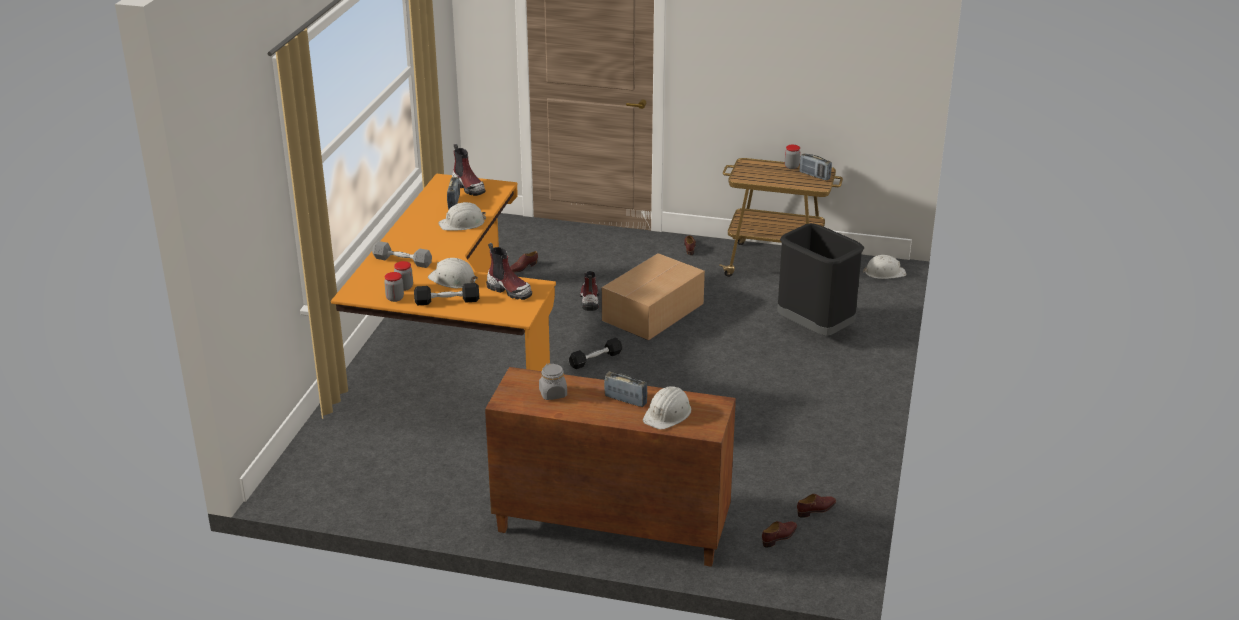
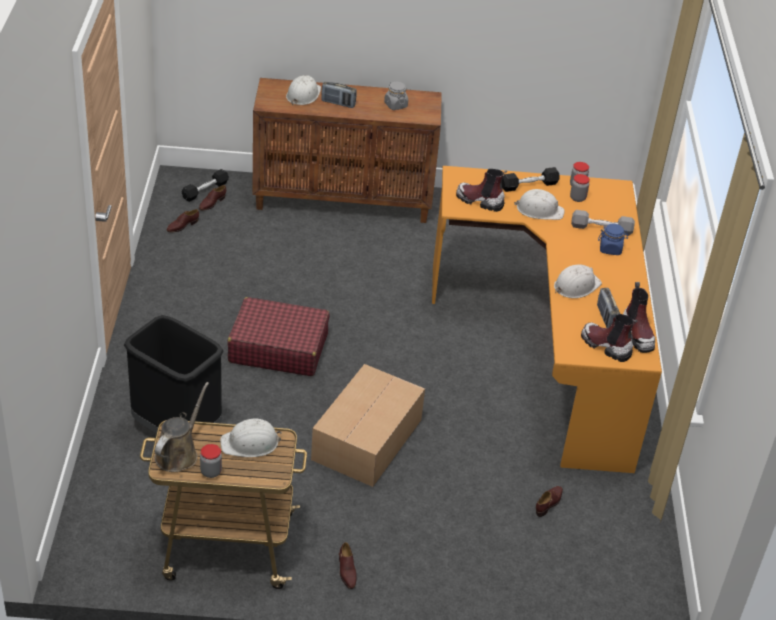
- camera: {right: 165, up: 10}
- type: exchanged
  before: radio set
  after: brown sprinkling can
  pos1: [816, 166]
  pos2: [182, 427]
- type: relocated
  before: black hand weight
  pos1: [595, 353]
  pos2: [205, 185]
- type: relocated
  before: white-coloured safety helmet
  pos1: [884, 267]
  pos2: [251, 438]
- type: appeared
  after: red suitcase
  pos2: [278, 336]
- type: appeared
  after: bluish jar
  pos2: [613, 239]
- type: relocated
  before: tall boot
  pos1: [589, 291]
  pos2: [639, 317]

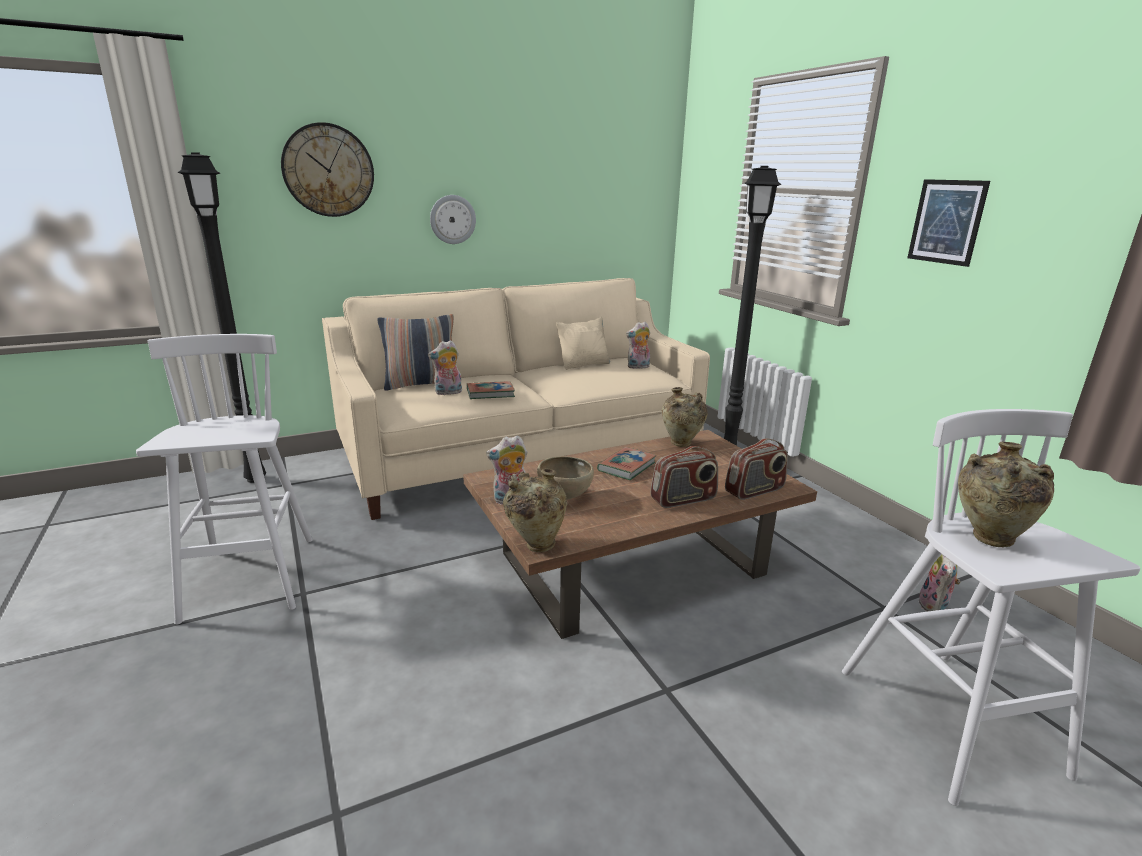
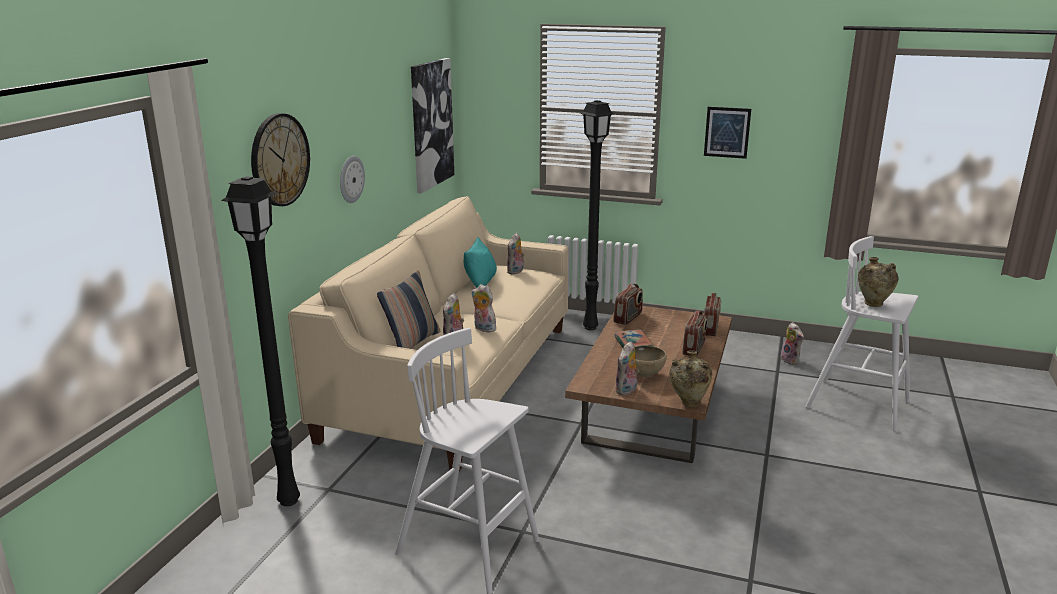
- camera: {right: -45, up: 0}
- type: appeared
  after: wall art
  pos2: [432, 125]
- type: colour
  before: beige throw pillow
  after: blue-green throw pillow
  pos1: [583, 343]
  pos2: [480, 262]
- type: exchanged
  before: volume
  after: plush toy
  pos1: [491, 390]
  pos2: [484, 308]
- type: exchanged
  before: beige decorative vase
  after: radio set
  pos1: [684, 417]
  pos2: [628, 304]

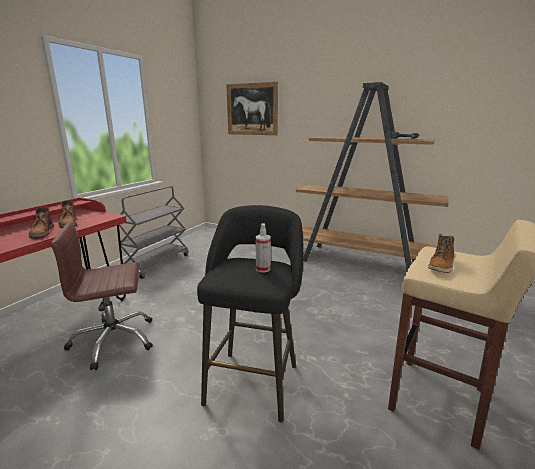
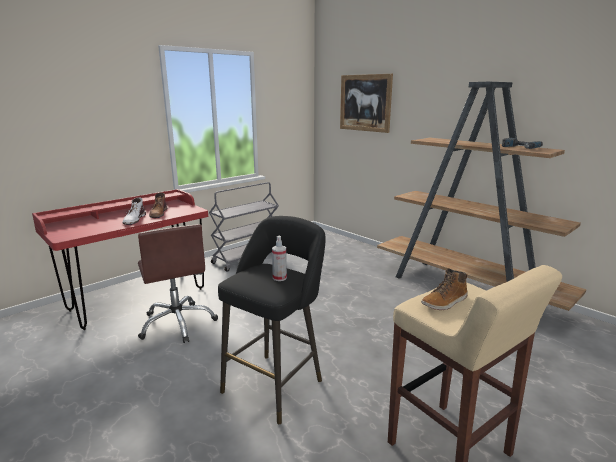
- camera: {right: 20, up: 0}
- type: colour
  before: brown tall boot
  after: white-coloured tall boot
  pos1: [41, 223]
  pos2: [134, 211]
- type: spun
  before: brown desk chair
  pos1: [101, 296]
  pos2: [178, 283]
  turn: -120

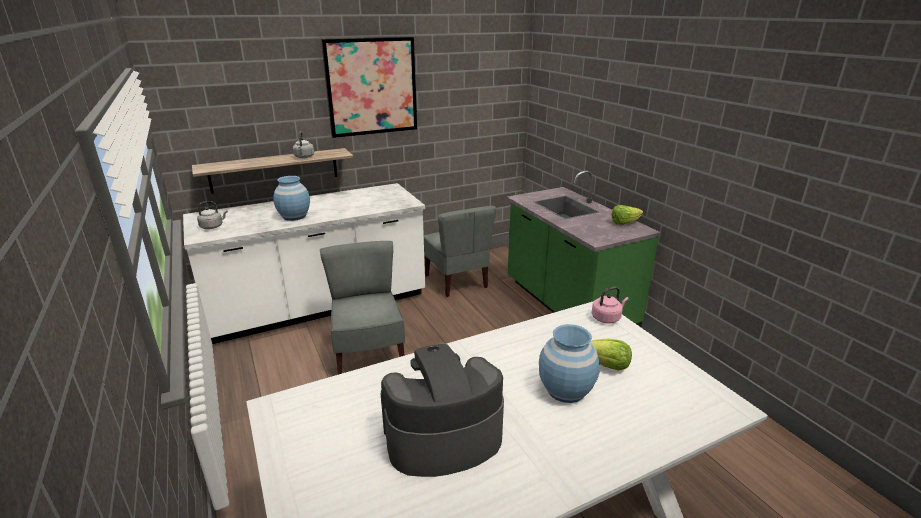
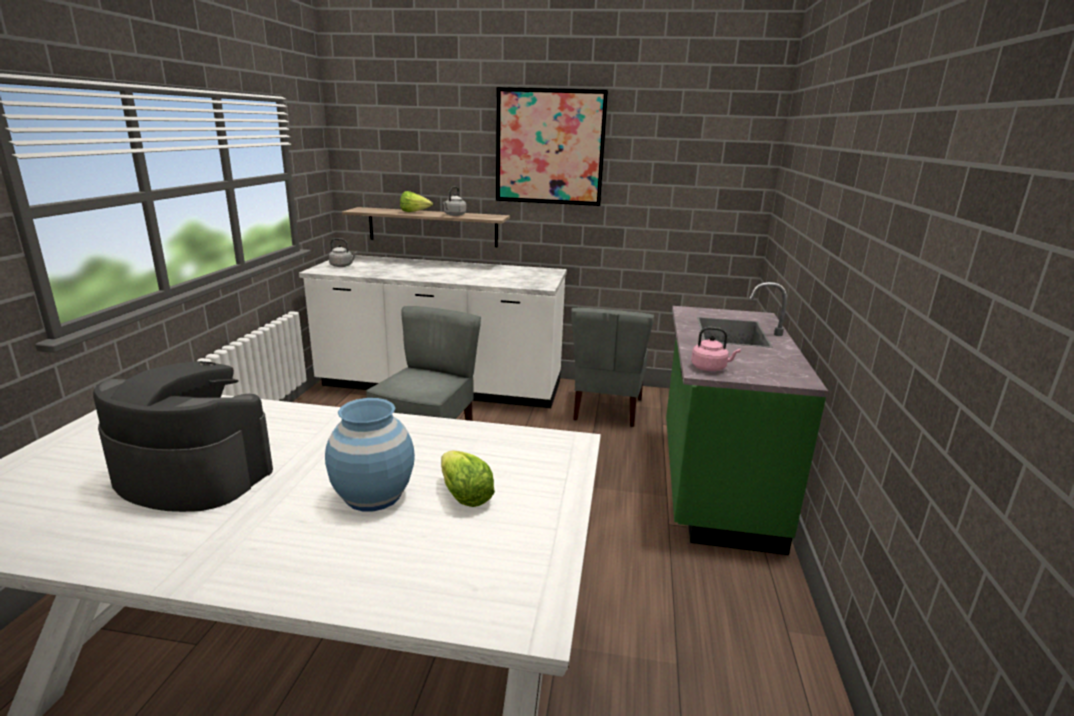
- camera: {right: 35, up: -5}
- type: relocated
  before: head of lettuce
  pos1: [627, 215]
  pos2: [416, 201]
- type: relocated
  before: pink-coloured tea kettle
  pos1: [610, 305]
  pos2: [716, 349]
- type: missing
  before: bluish decorative vase
  pos1: [291, 198]

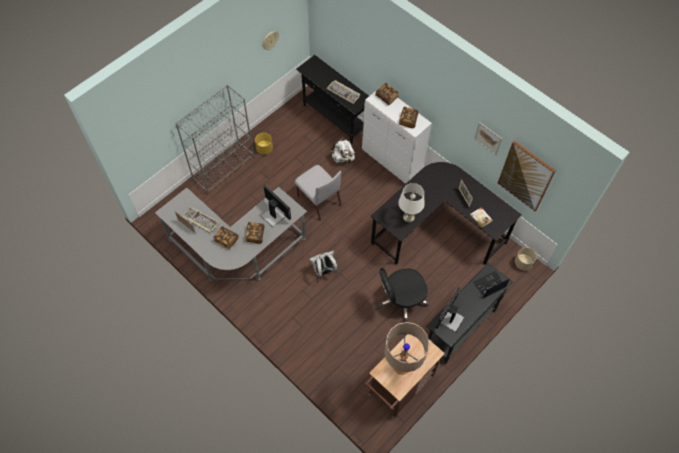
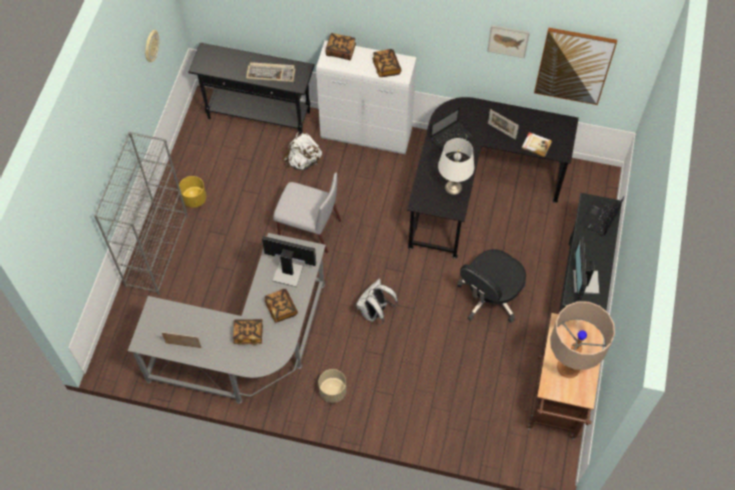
- camera: {right: -30, up: 0}
- type: relocated
  before: beige plant pot
  pos1: [526, 258]
  pos2: [332, 386]
- type: appeared
  after: portable computer
  pos2: [451, 129]
- type: missing
  before: keyboard
  pos1: [201, 219]

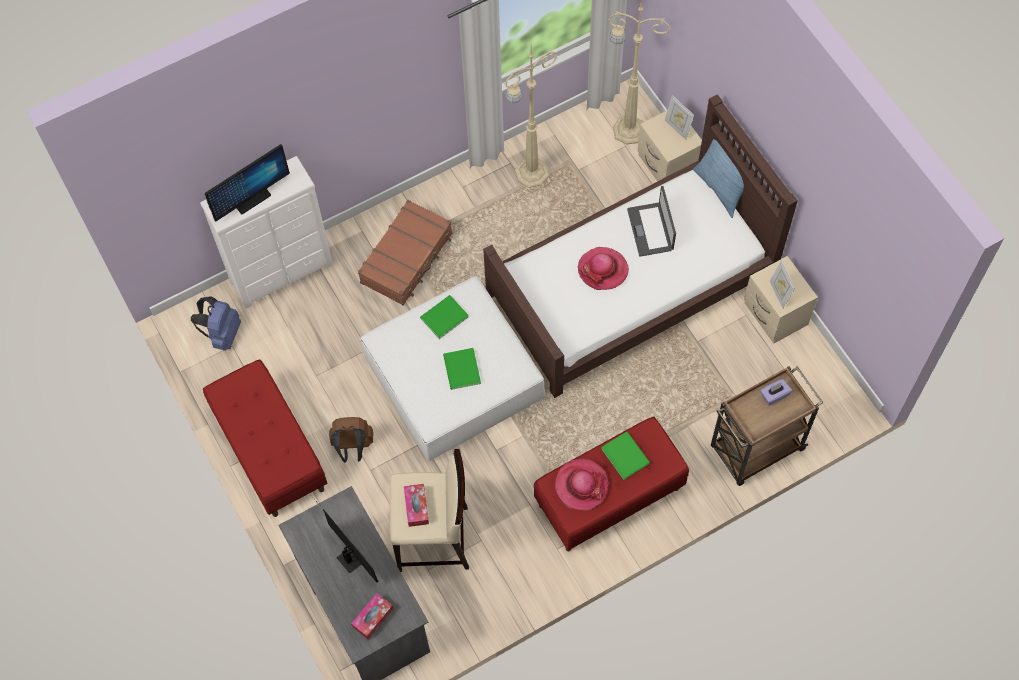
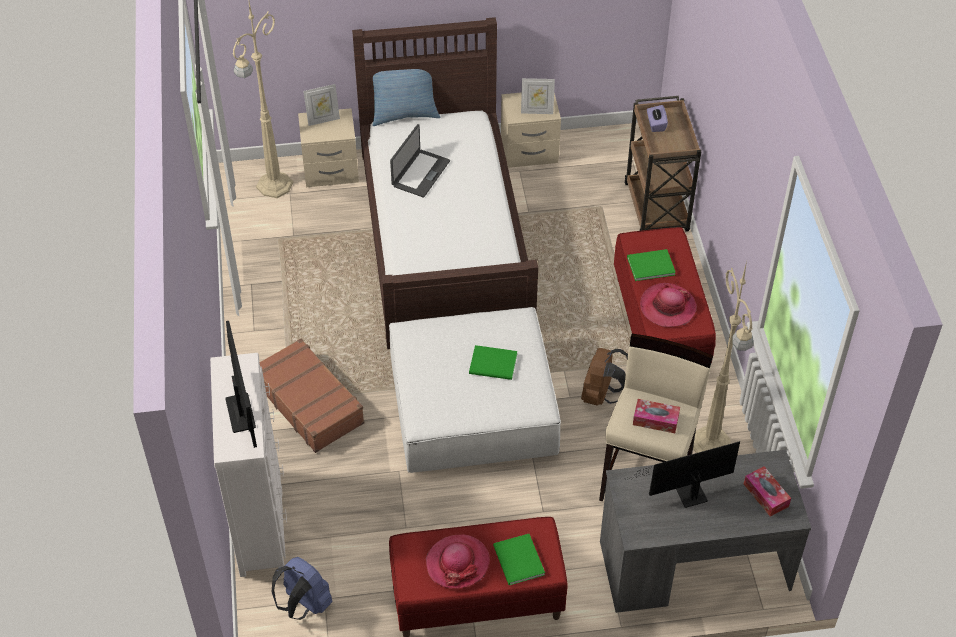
- camera: {right: -70, up: -15}
- type: spun
  before: portable computer
  pos1: [651, 221]
  pos2: [420, 161]
  turn: -75
- type: relocated
  before: clothing hat
  pos1: [603, 268]
  pos2: [458, 562]
- type: relocated
  before: green-coloured volume
  pos1: [444, 317]
  pos2: [519, 559]
- type: relocated
  before: brown rucksack
  pos1: [351, 439]
  pos2: [604, 377]
- type: relocated
  before: beige floor lamp
  pos1: [531, 116]
  pos2: [723, 357]

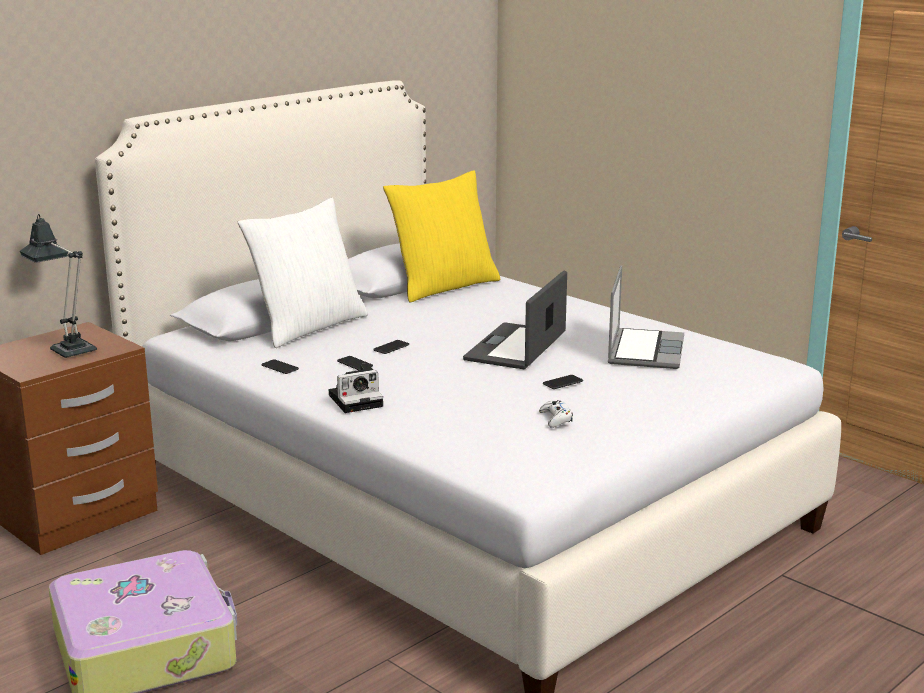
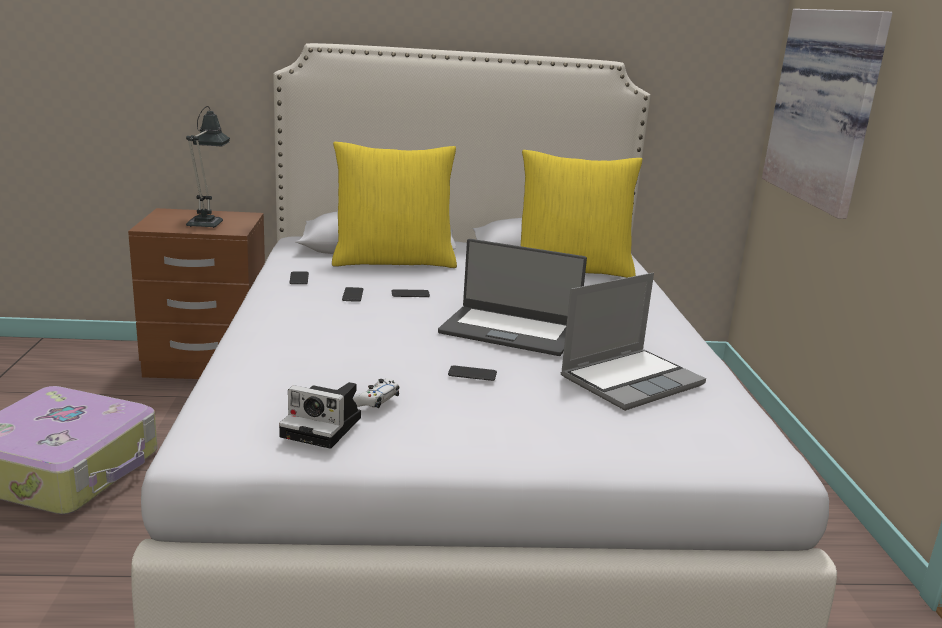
- camera: {right: 40, up: 0}
- type: relocated
  before: photo camera
  pos1: [356, 388]
  pos2: [320, 415]
- type: colour
  before: white-coloured throw pillow
  after: yellow throw pillow
  pos1: [303, 272]
  pos2: [394, 205]
- type: spun
  before: portable computer
  pos1: [515, 320]
  pos2: [512, 297]
  turn: -135
- type: appeared
  after: wall art
  pos2: [827, 114]

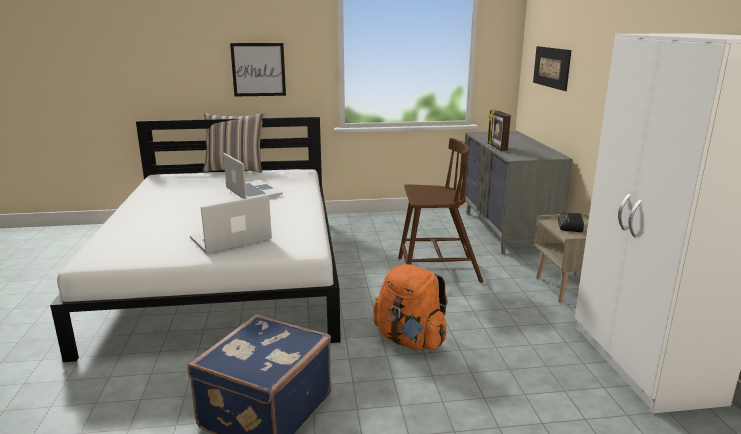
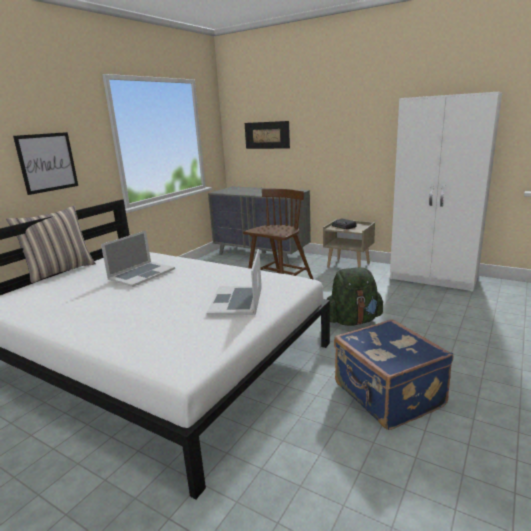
- camera: {right: -50, up: 0}
- type: spun
  before: portable computer
  pos1: [253, 176]
  pos2: [138, 259]
  turn: 120
- type: colour
  before: orange-coloured rucksack
  after: green-coloured rucksack
  pos1: [410, 307]
  pos2: [355, 296]
- type: missing
  before: standing frame
  pos1: [499, 130]

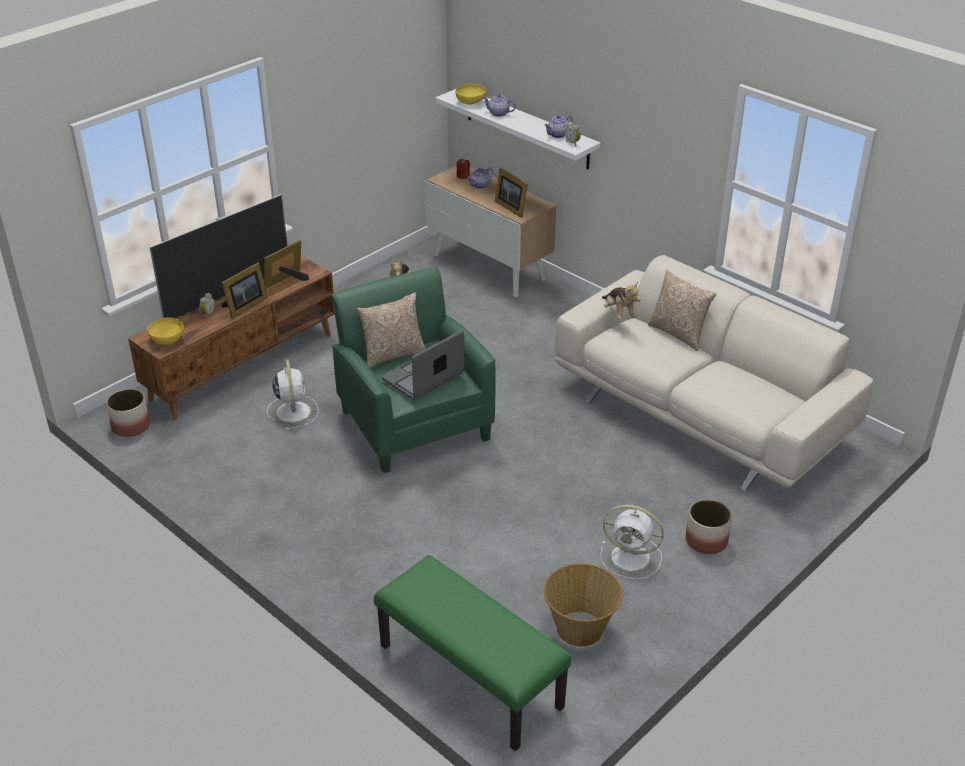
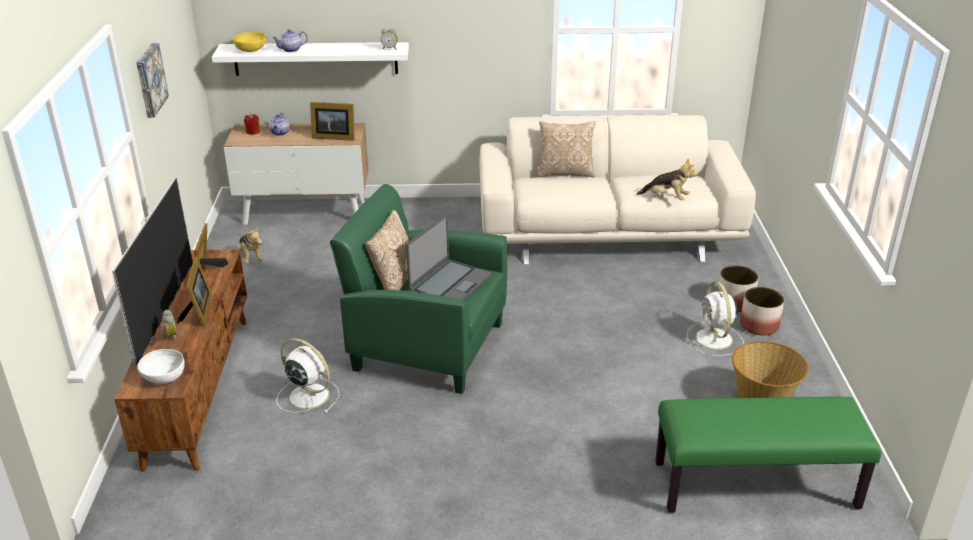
- camera: {right: -45, up: -5}
- type: appeared
  after: wall art
  pos2: [152, 80]
- type: colour
  before: yellow bowl
  after: white-coloured bowl
  pos1: [165, 331]
  pos2: [161, 366]
- type: spun
  before: portable computer
  pos1: [423, 365]
  pos2: [448, 257]
  turn: -150
- type: relocated
  before: plush toy
  pos1: [621, 301]
  pos2: [667, 179]
- type: spun
  before: white-coloured cooling fan
  pos1: [632, 541]
  pos2: [715, 319]
  turn: 105
- type: relocated
  before: plant pot
  pos1: [128, 413]
  pos2: [762, 311]
- type: missing
  before: pot for tea
  pos1: [559, 126]

